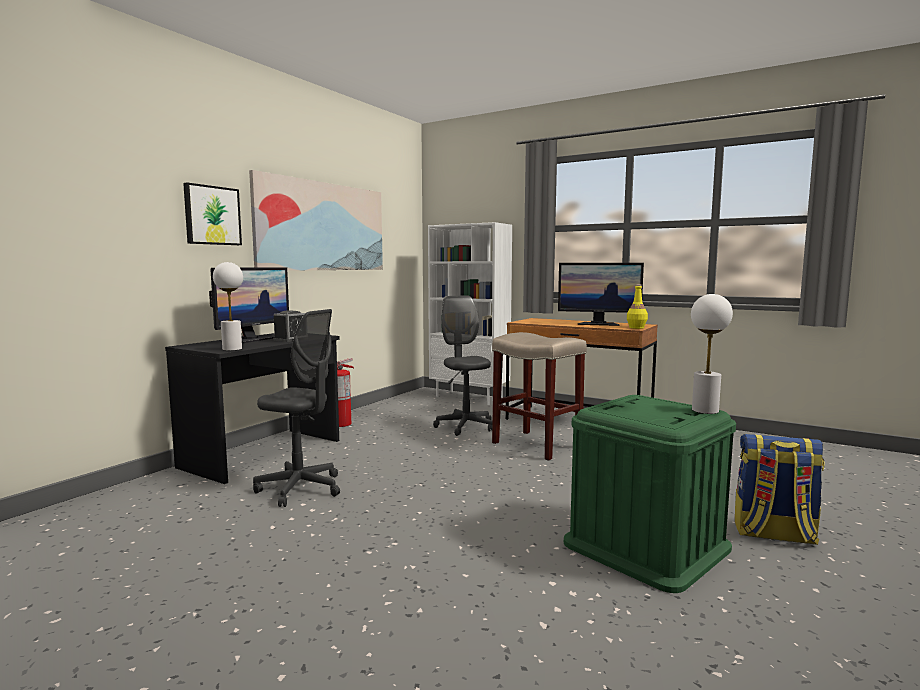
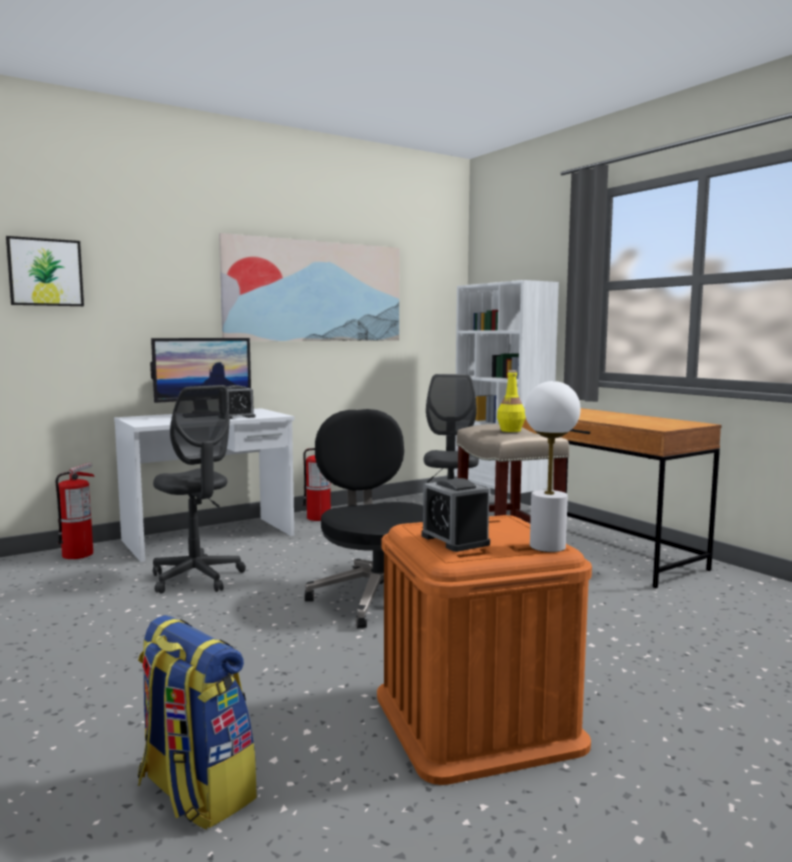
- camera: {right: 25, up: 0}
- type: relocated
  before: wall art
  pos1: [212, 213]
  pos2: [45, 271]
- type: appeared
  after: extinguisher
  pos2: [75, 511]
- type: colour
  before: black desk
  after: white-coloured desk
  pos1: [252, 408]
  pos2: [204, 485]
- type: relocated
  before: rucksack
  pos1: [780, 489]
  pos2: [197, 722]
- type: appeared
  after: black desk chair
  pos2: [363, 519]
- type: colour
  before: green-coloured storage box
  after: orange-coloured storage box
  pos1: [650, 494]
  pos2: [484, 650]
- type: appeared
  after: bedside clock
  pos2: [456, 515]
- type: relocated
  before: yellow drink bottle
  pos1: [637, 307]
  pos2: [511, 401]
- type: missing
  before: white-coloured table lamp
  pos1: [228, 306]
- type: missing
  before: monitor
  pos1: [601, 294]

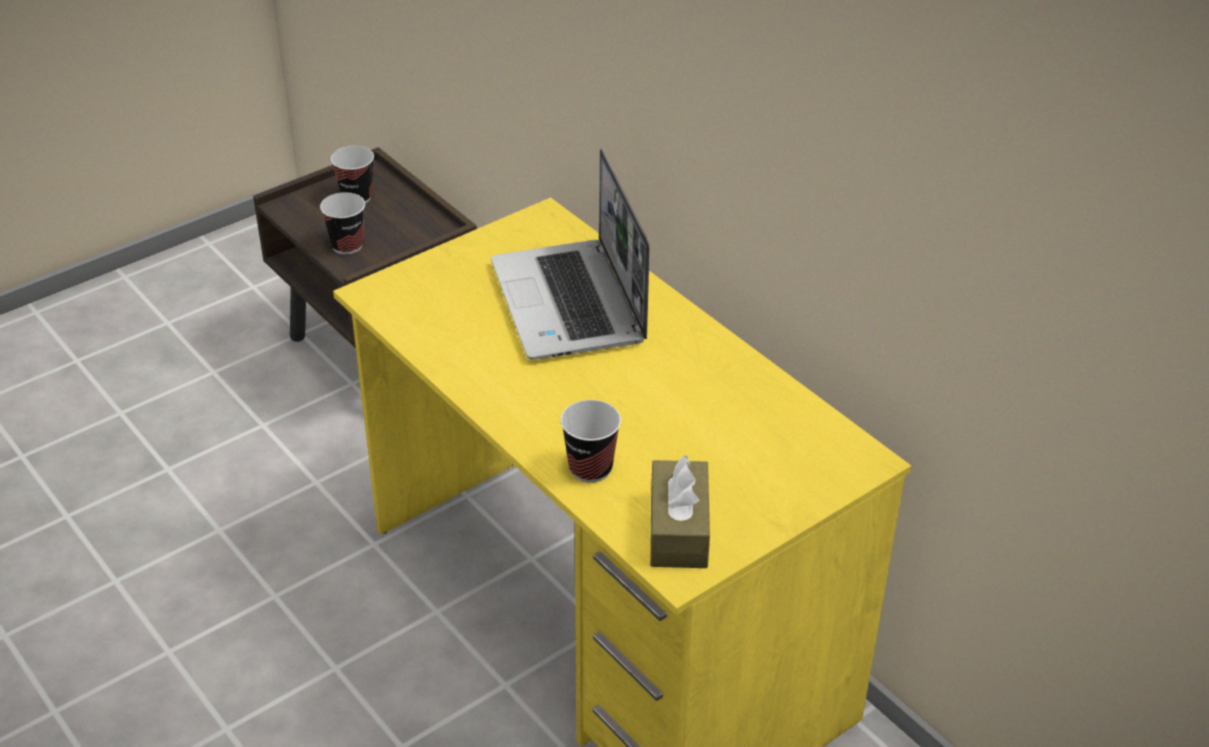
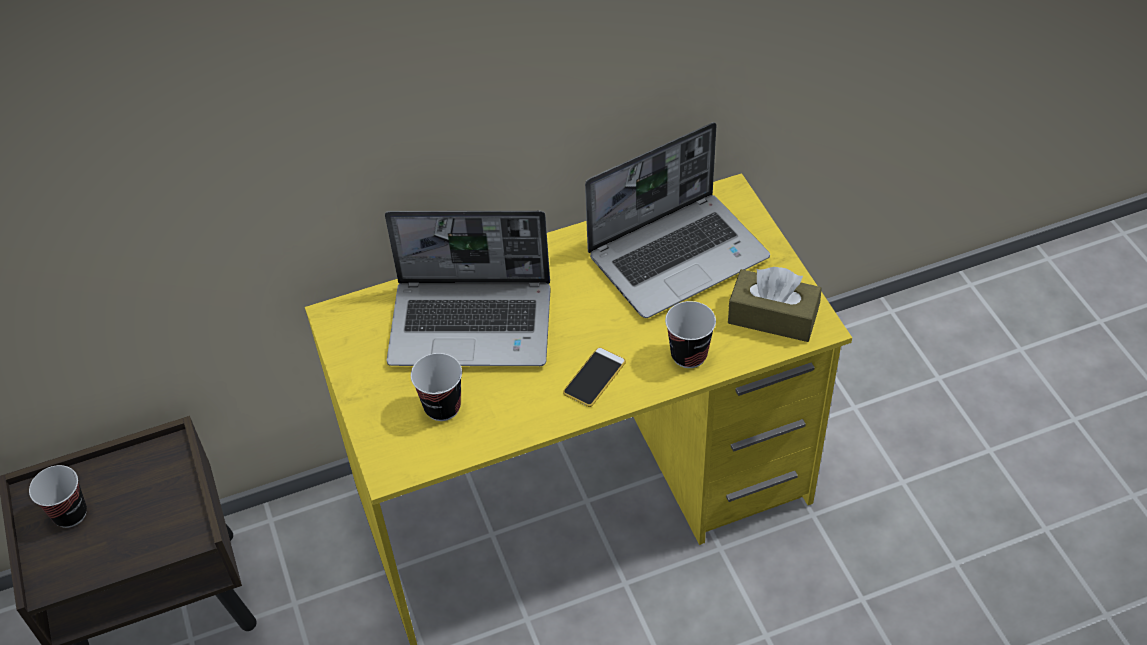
- camera: {right: -70, up: 10}
- type: relocated
  before: drinking cup
  pos1: [342, 223]
  pos2: [436, 387]
- type: appeared
  after: handset
  pos2: [594, 377]
- type: appeared
  after: portable computer
  pos2: [677, 220]

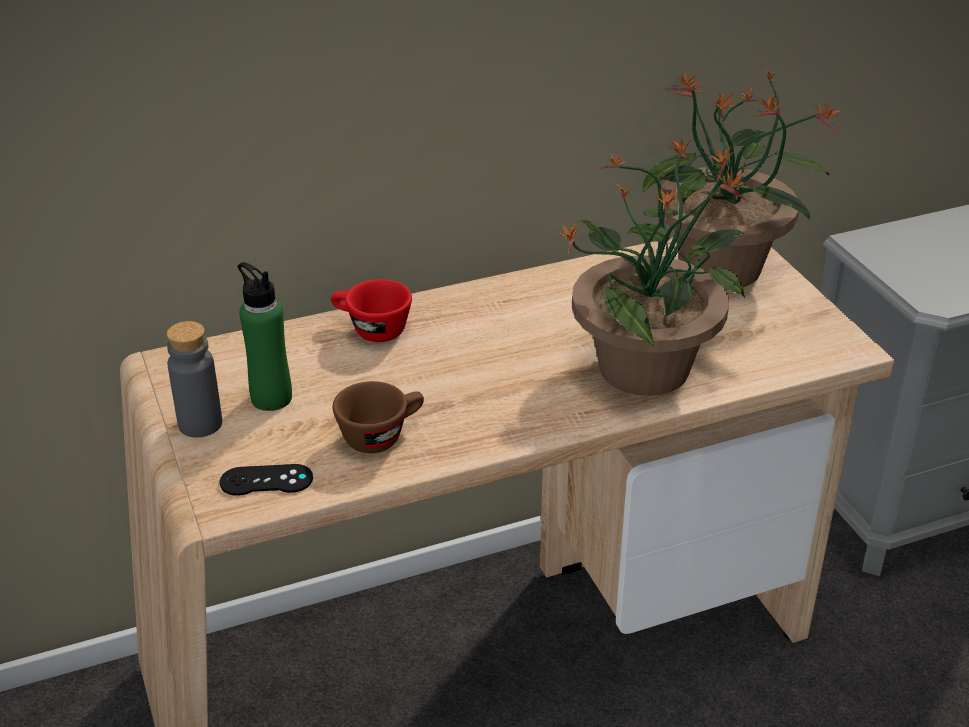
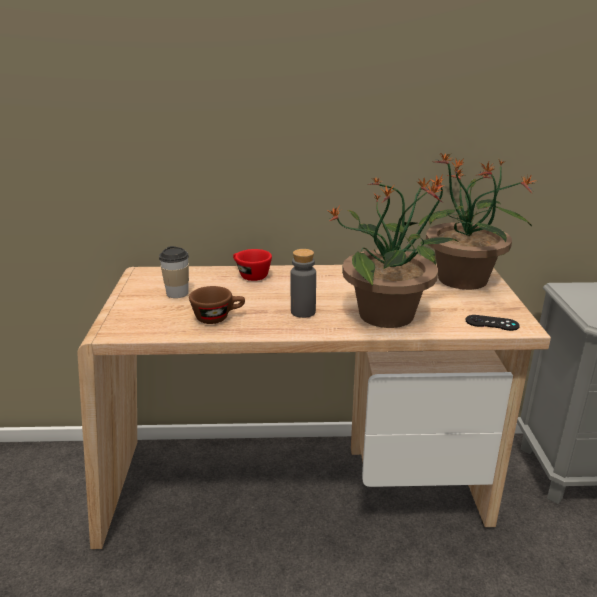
- camera: {right: 20, up: -10}
- type: exchanged
  before: green-coloured drink bottle
  after: drinking cup
  pos1: [265, 336]
  pos2: [174, 272]
- type: relocated
  before: gray drink bottle
  pos1: [194, 379]
  pos2: [303, 283]
- type: relocated
  before: black gamepad
  pos1: [266, 480]
  pos2: [493, 323]

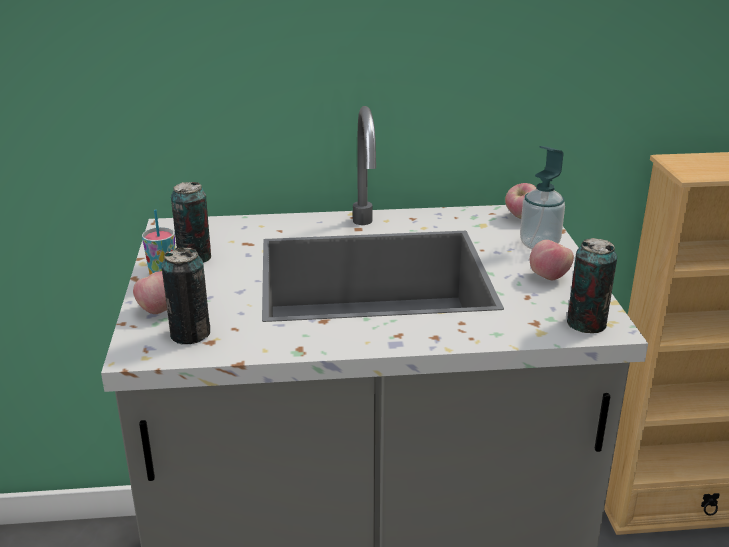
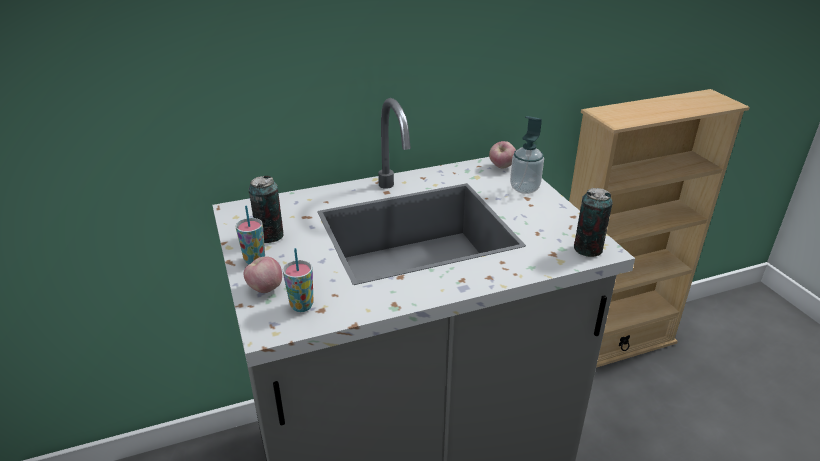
- camera: {right: -15, up: 5}
- type: exchanged
  before: sealed can
  after: drinking cup
  pos1: [186, 296]
  pos2: [298, 280]
- type: missing
  before: apple fruit
  pos1: [552, 260]

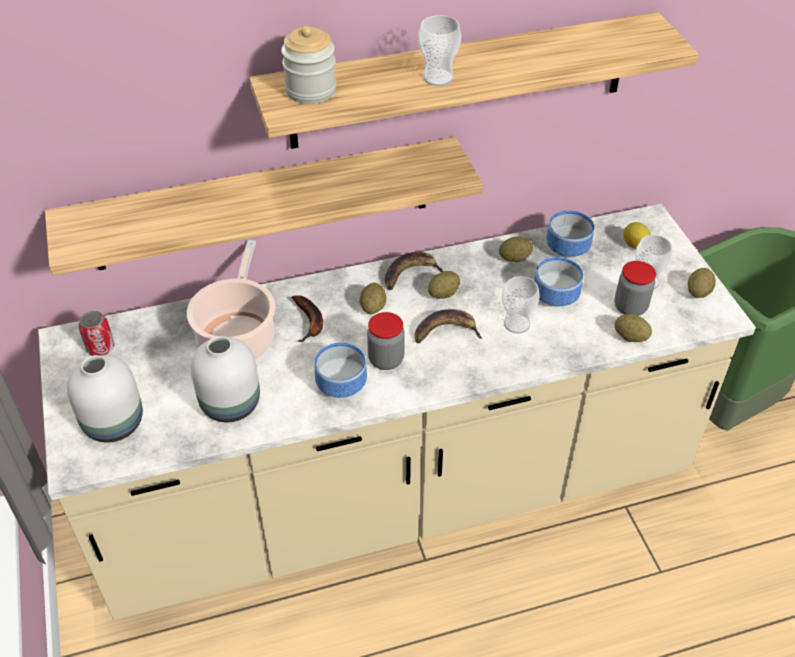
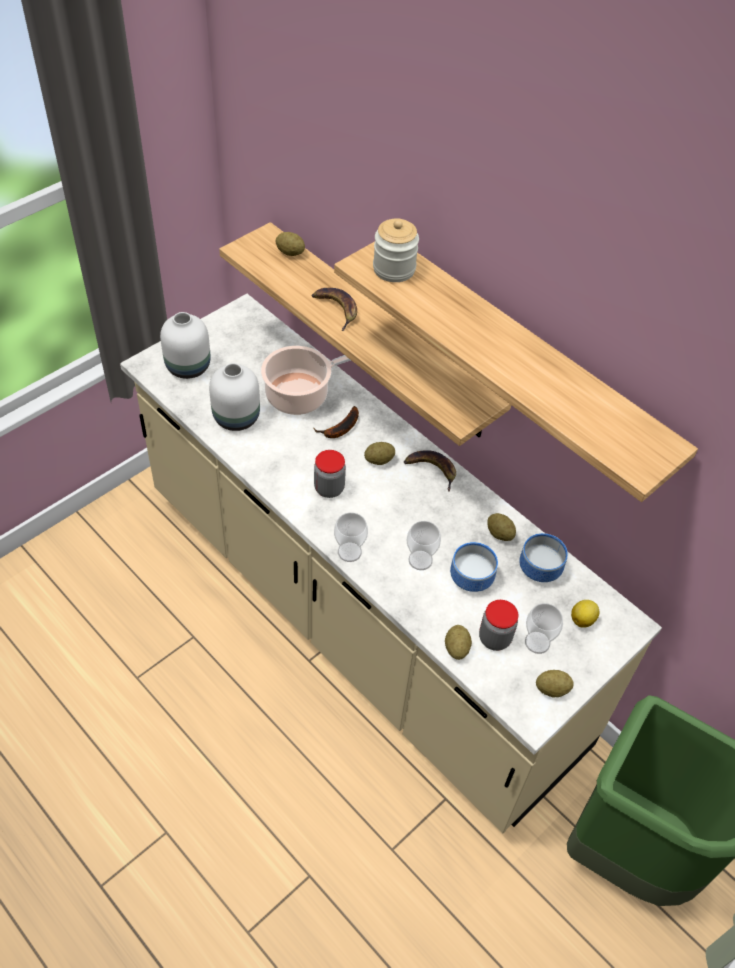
- camera: {right: 60, up: 5}
- type: relocated
  before: whole potato
  pos1: [444, 285]
  pos2: [290, 244]
- type: relocated
  before: banana fruit
  pos1: [448, 326]
  pos2: [334, 309]
- type: relocated
  before: drinking cup
  pos1: [439, 50]
  pos2: [351, 537]
- type: missing
  before: sealed can
  pos1: [97, 333]
- type: missing
  before: bowl
  pos1: [340, 370]

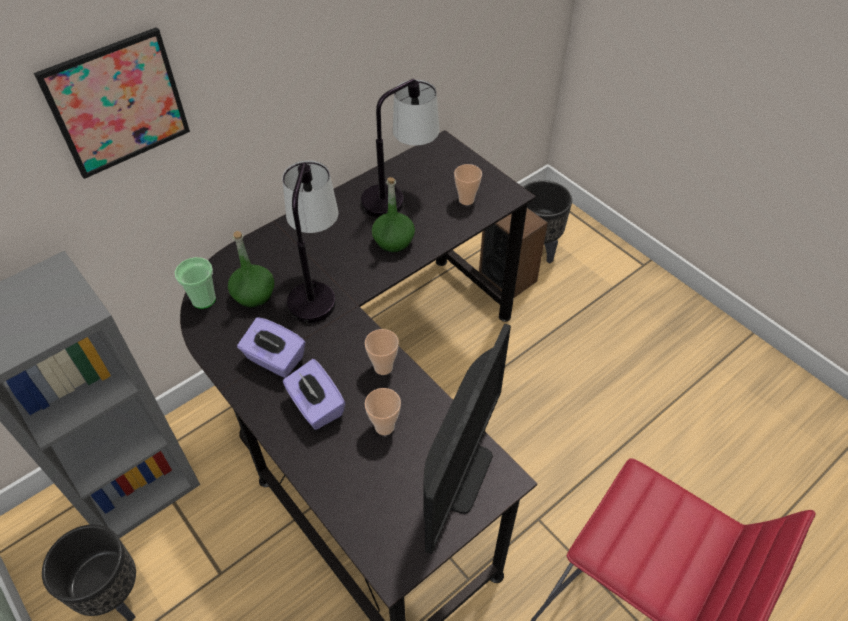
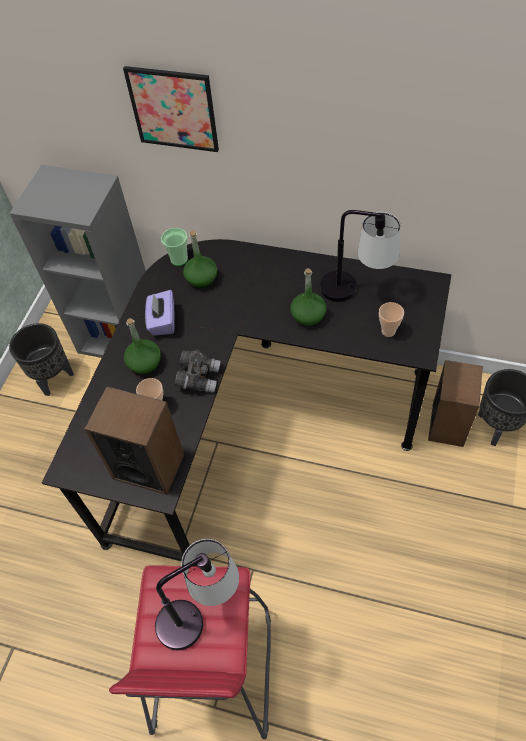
- camera: {right: 60, up: 5}
- type: exchanged
  before: monitor
  after: audio speaker
  pos1: [467, 438]
  pos2: [134, 441]
- type: exchanged
  before: purple-coloured tissue box
  after: green-coloured drink bottle
  pos1: [314, 394]
  pos2: [142, 346]
- type: relocated
  before: table lamp
  pos1: [310, 241]
  pos2: [197, 594]
- type: exchanged
  before: drinking cup
  after: gray field glasses
  pos1: [382, 352]
  pos2: [197, 371]

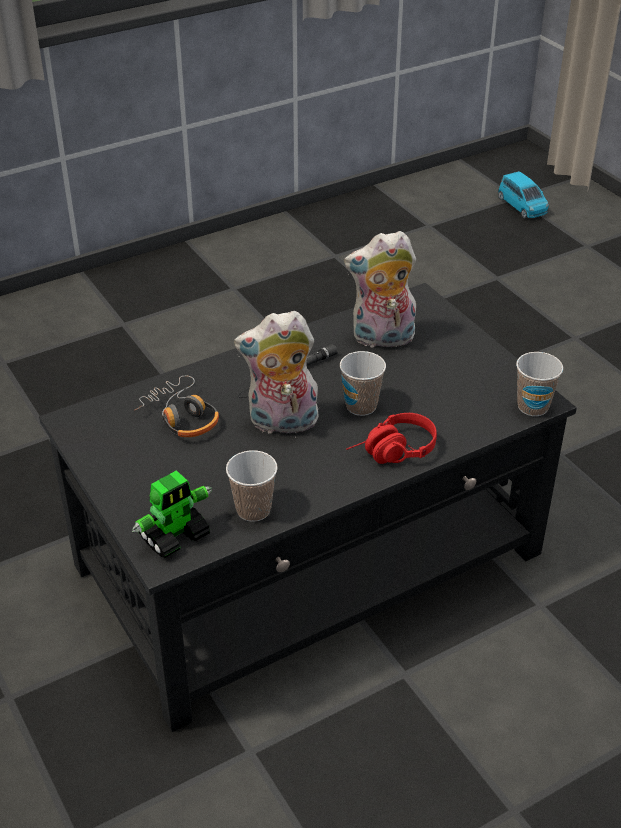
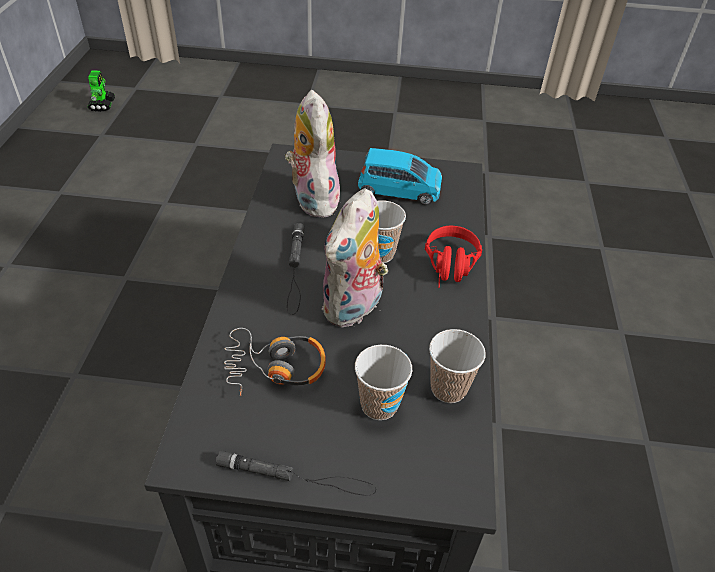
- camera: {right: -55, up: 5}
- type: relocated
  before: toy robot
  pos1: [172, 514]
  pos2: [101, 91]
- type: appeared
  after: black flashlight
  pos2: [296, 473]
- type: spun
  before: plush toy
  pos1: [380, 291]
  pos2: [312, 154]
  turn: 135
- type: relocated
  before: drinking cup
  pos1: [539, 384]
  pos2: [383, 382]
- type: relocated
  before: bluish model car
  pos1: [523, 195]
  pos2: [400, 176]

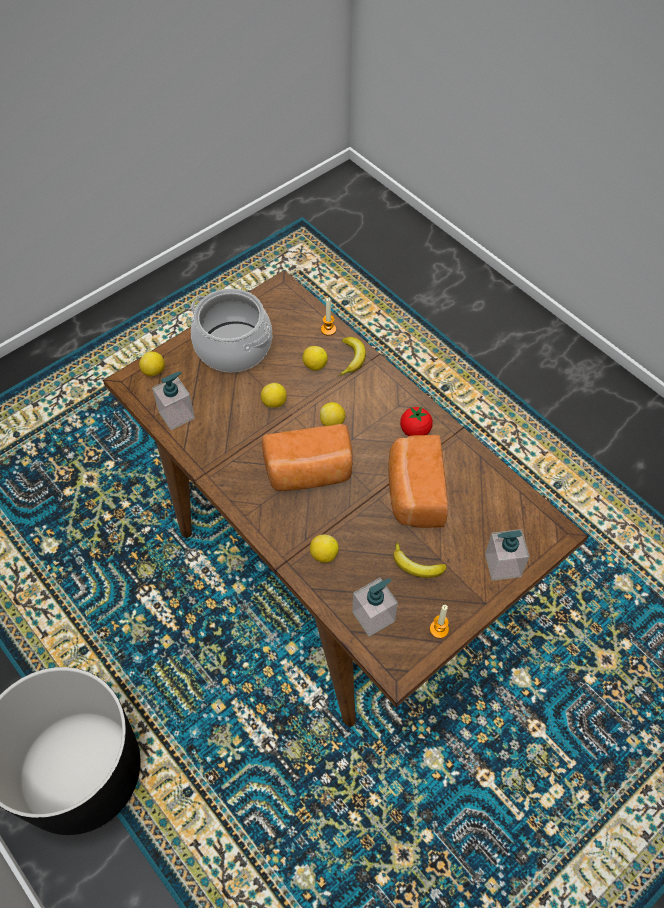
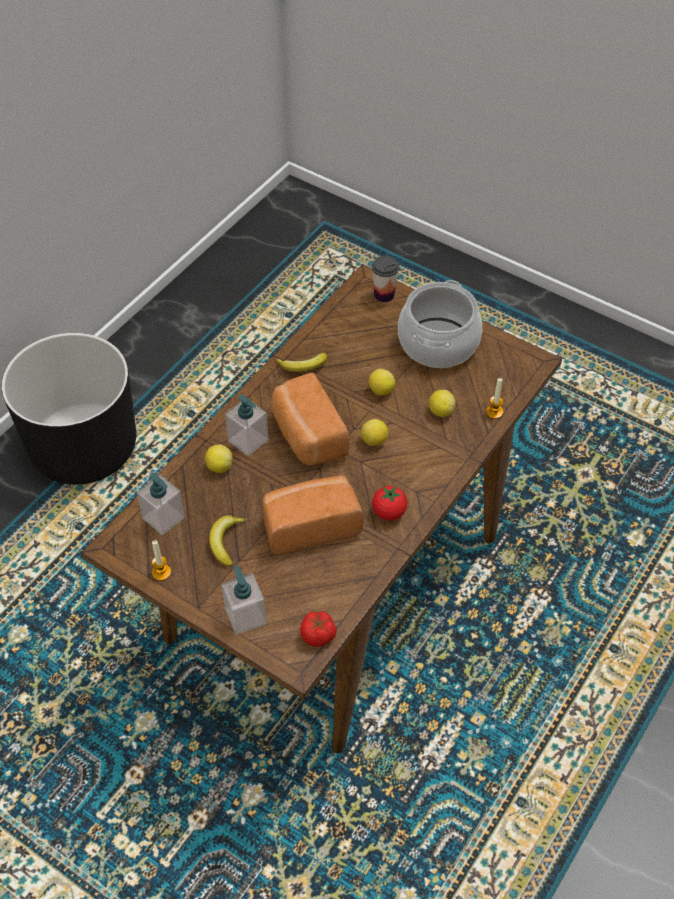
- camera: {right: 75, up: -5}
- type: relocated
  before: liquid soap bottle
  pos1: [173, 400]
  pos2: [246, 425]
- type: relocated
  before: banana fruit
  pos1: [352, 356]
  pos2: [301, 362]
- type: appeared
  after: whole tomato
  pos2: [318, 629]
- type: exchanged
  before: whole lemon
  after: drinking cup
  pos1: [152, 364]
  pos2: [385, 279]

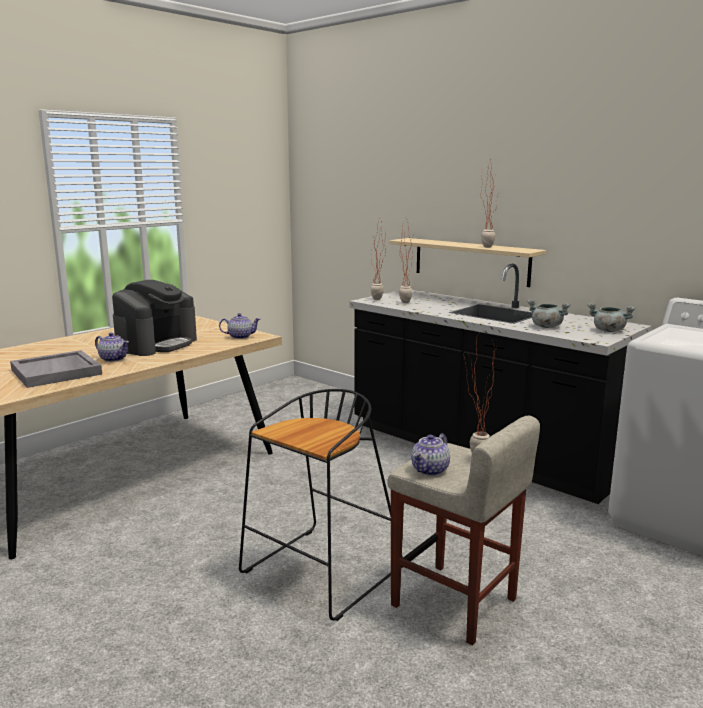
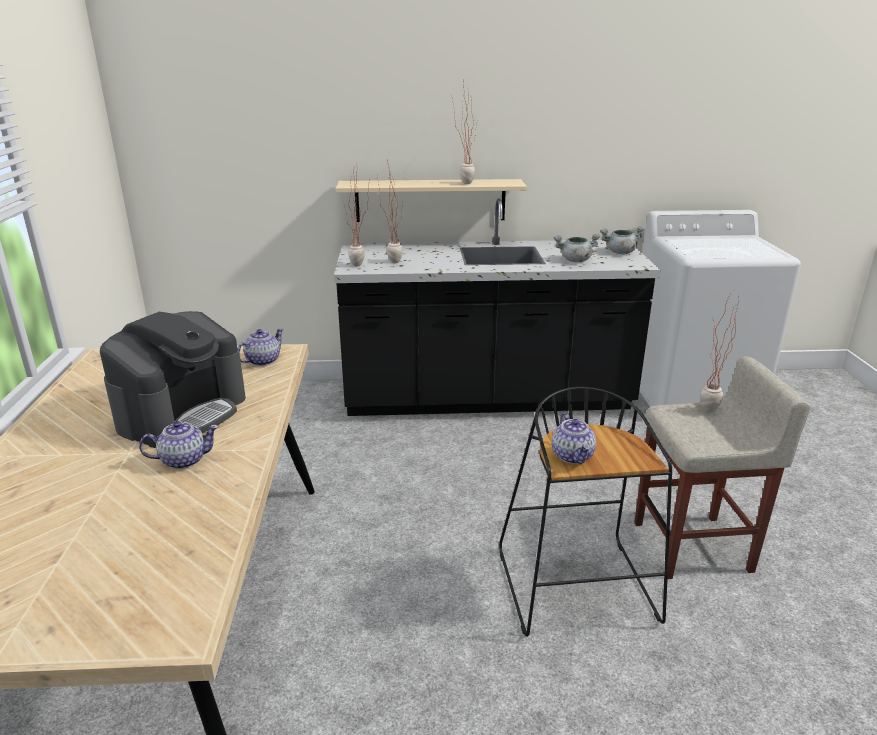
- camera: {right: -45, up: 10}
- type: spun
  before: coffee machine
  pos1: [154, 318]
  pos2: [173, 379]
  turn: 45
- type: relocated
  before: pot for tea
  pos1: [430, 455]
  pos2: [574, 438]
- type: missing
  before: gray tray
  pos1: [56, 369]

